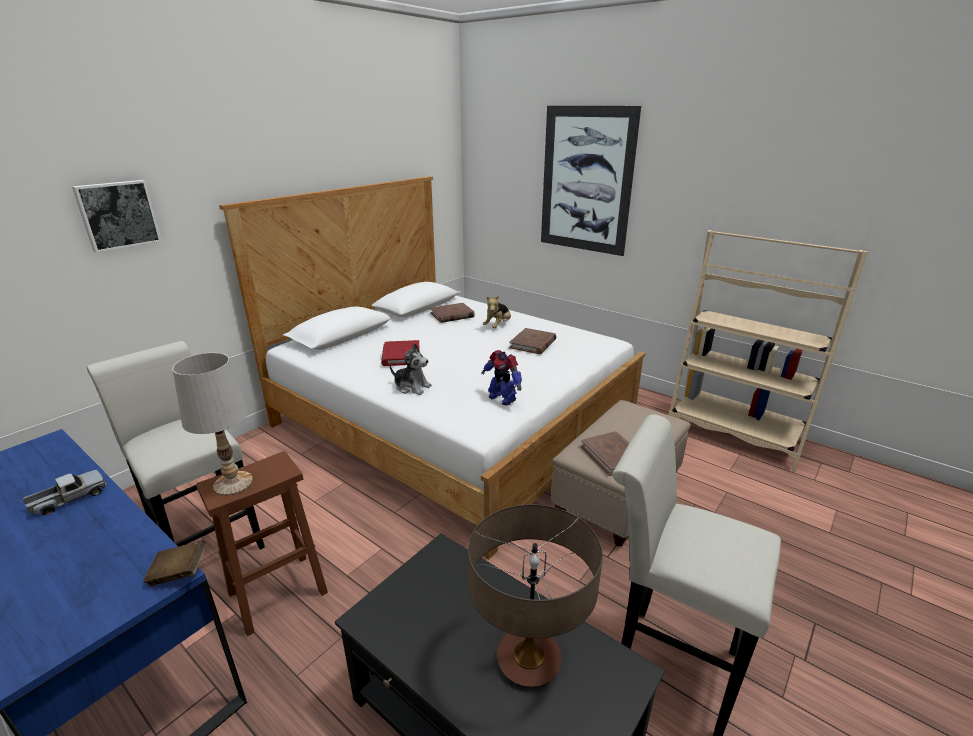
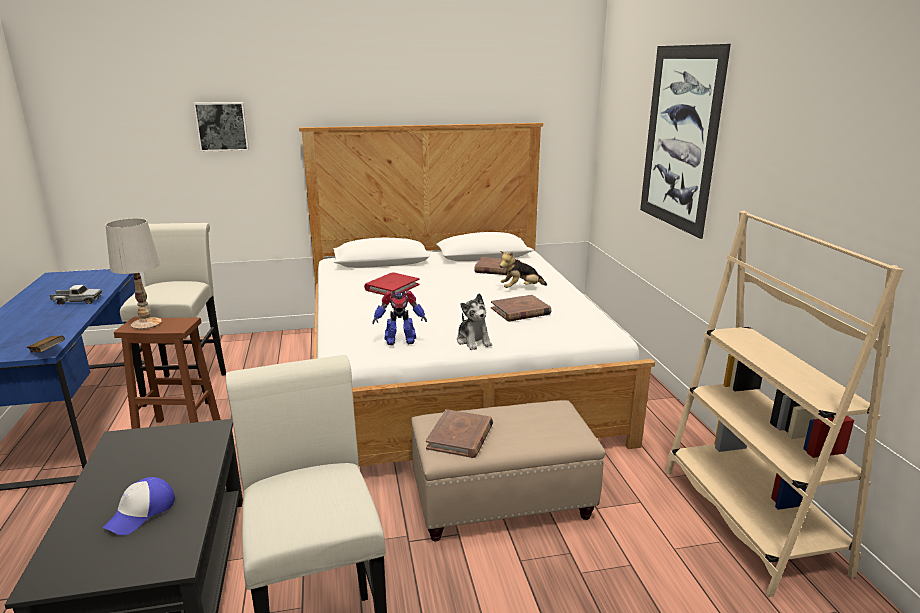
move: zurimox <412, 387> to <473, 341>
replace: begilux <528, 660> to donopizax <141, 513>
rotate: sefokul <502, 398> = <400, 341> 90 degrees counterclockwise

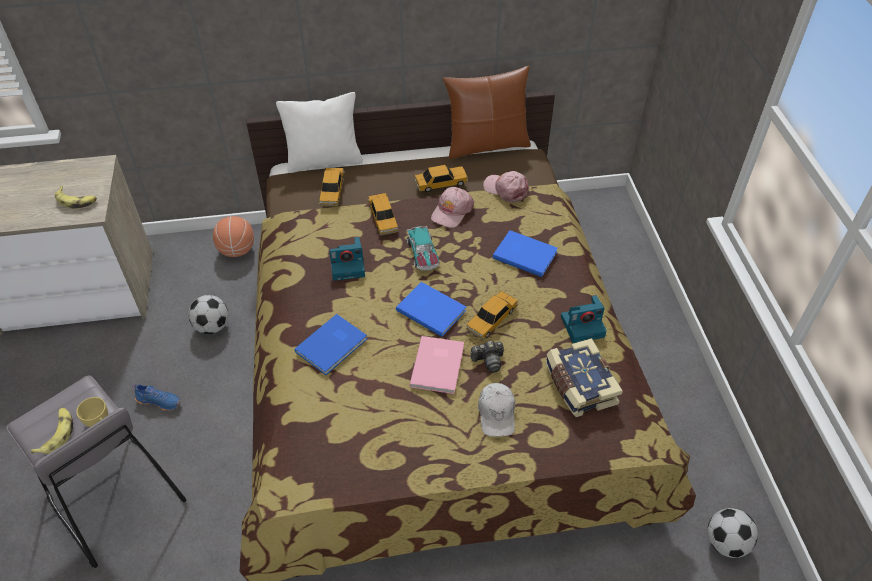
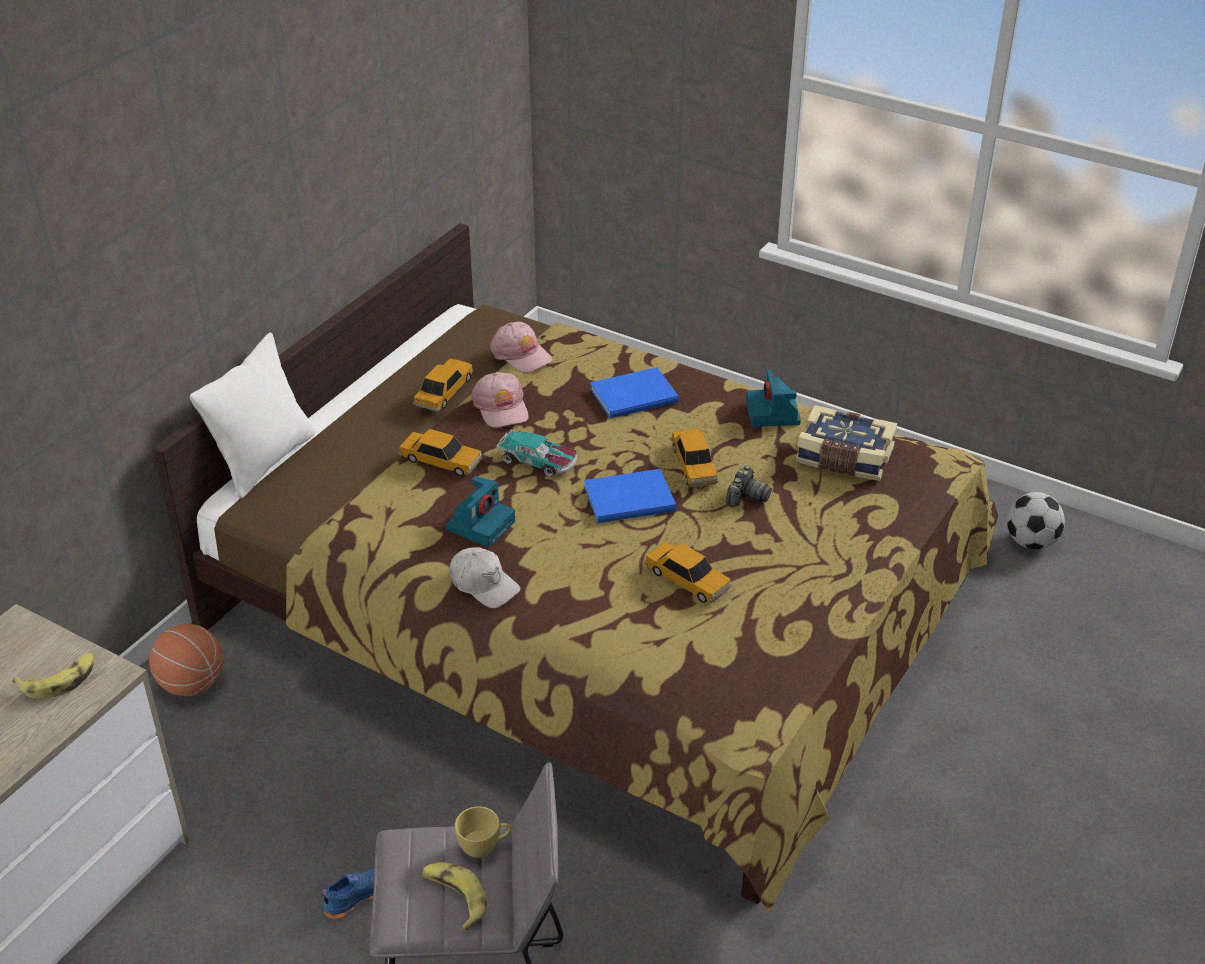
delete: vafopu <212, 326>; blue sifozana <333, 345>; pink sifozana <439, 365>; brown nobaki <486, 145>
move: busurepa <332, 191> to <687, 580>; white donopizax <497, 413> to <484, 585>
rotate: pink donopizax <506, 189> = <521, 354> 120 degrees counterclockwise; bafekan <583, 325> = <773, 414> 150 degrees clockwise

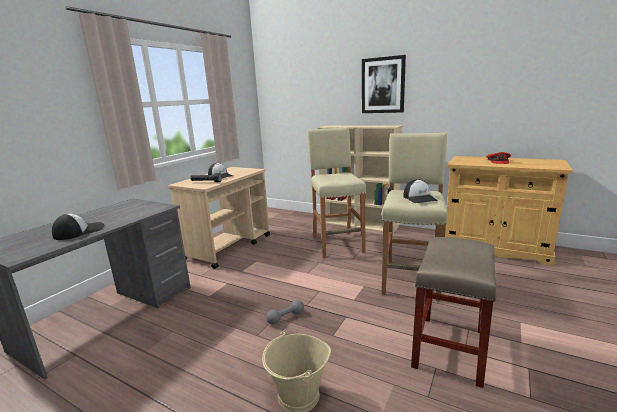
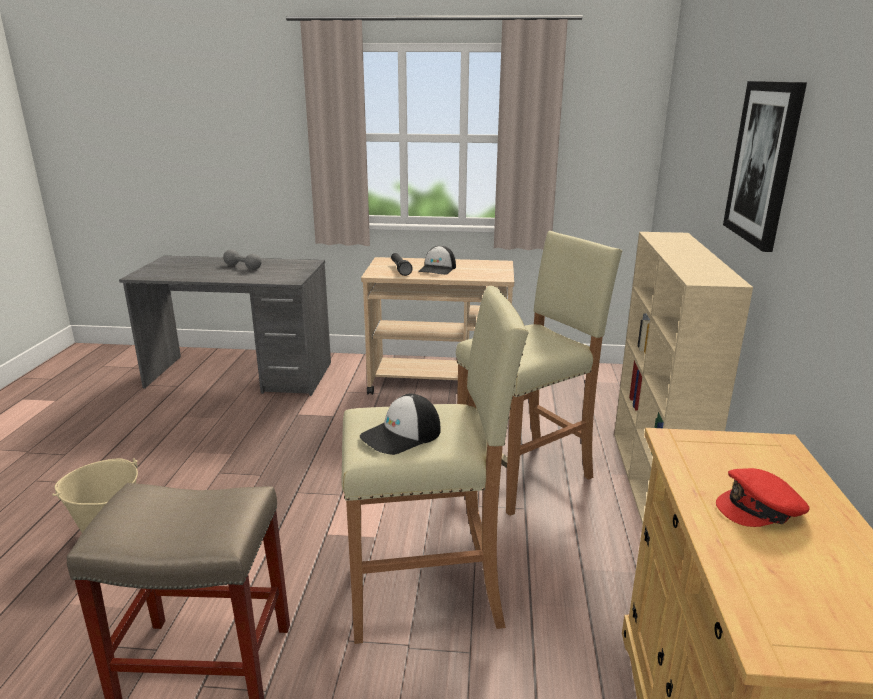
delete: donopizax <79, 231>
move: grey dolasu <285, 317> to <243, 267>

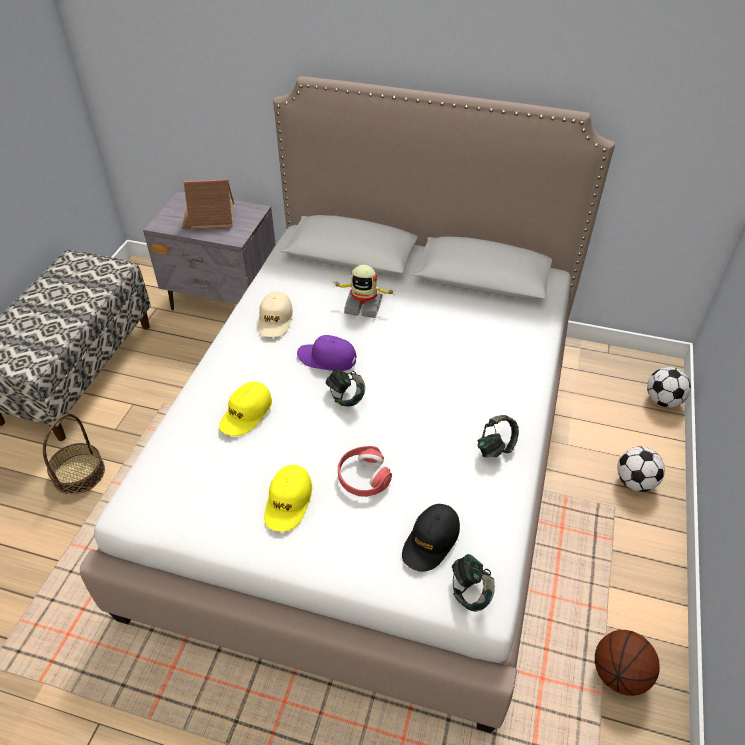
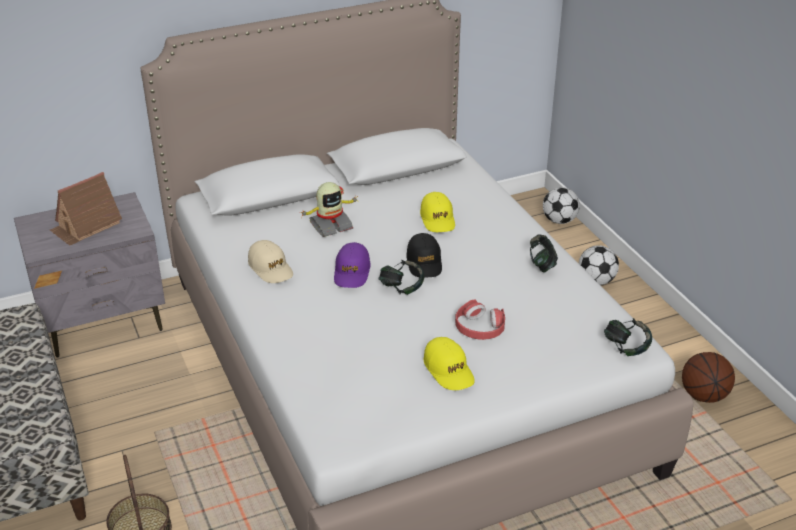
move: yellow donopizax <246, 414> to <438, 219>; black donopizax <431, 541> to <424, 262>
rotate: purple donopizax <327, 358> = <352, 272> 60 degrees counterclockwise

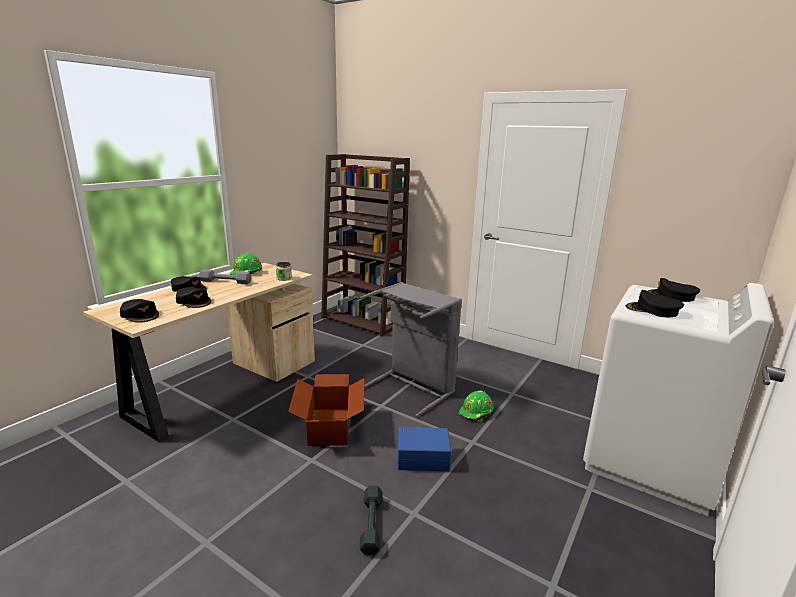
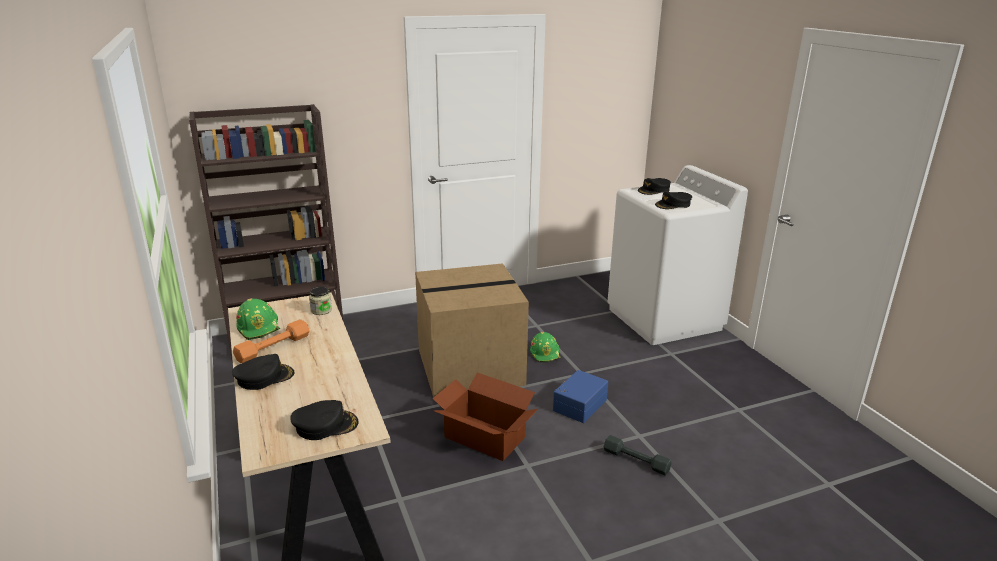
delete: black donopizax <194, 301>
replace: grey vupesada <413, 387> to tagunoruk <471, 366>
recolor: grey dolasu <225, 281> to orange dolasu <273, 348>

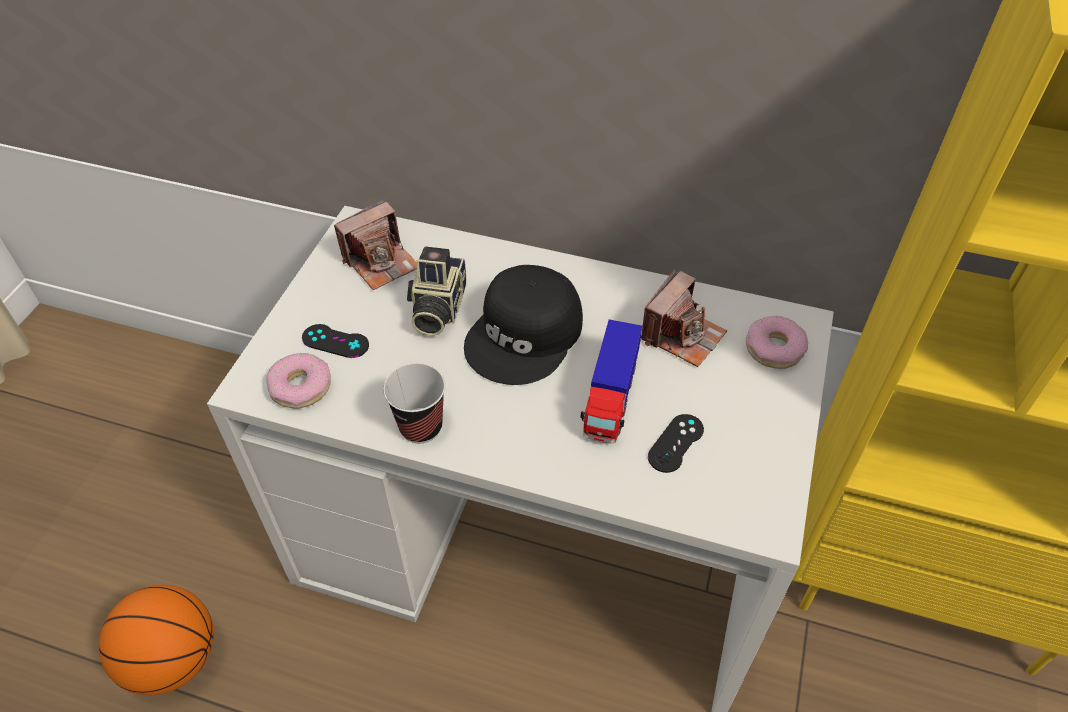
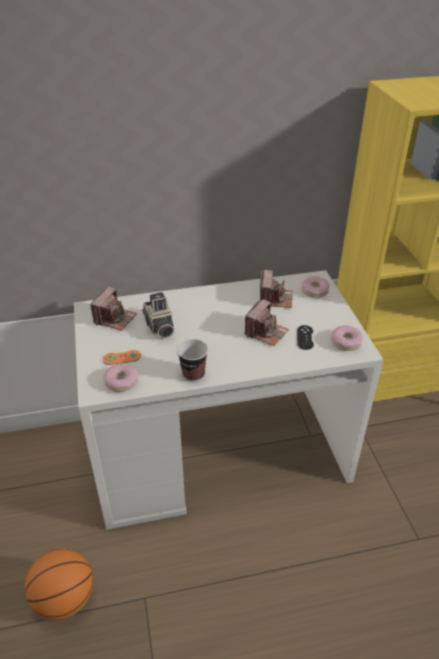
delete: black donopizax <526, 335>
insert: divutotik <346, 342>
replace: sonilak <610, 399> to bafekan <266, 332>
recolor: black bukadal <335, 341> to orange bukadal <121, 357>

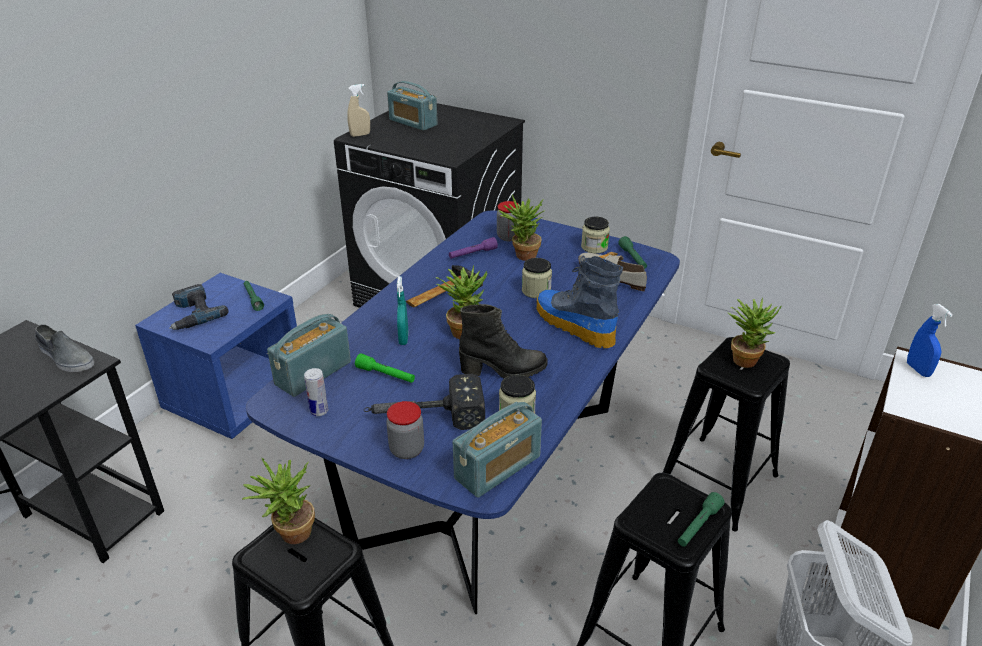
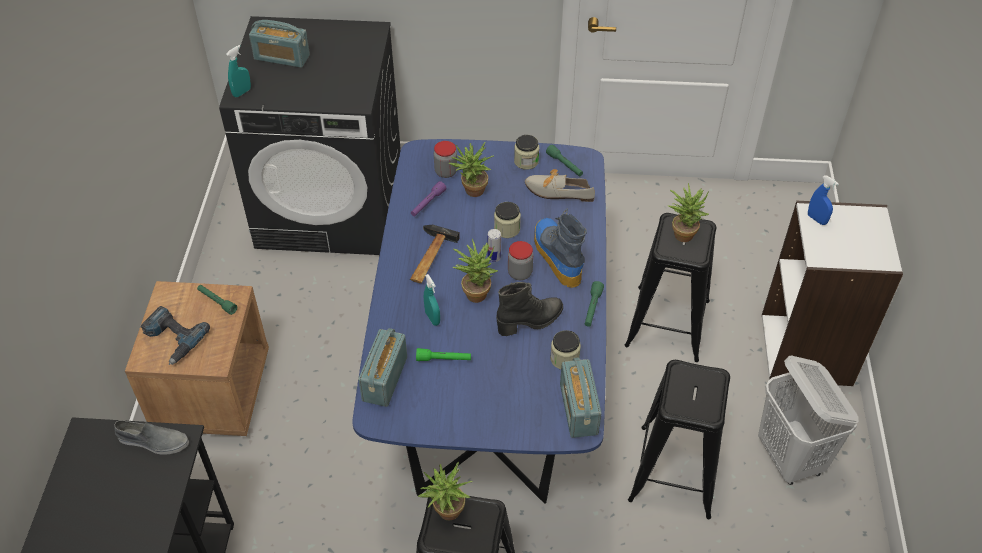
delete: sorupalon <424, 417>
move: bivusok <319, 411> to <494, 257>; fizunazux <407, 450> to <520, 273>; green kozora <698, 526> to <592, 308>
recolor: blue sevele <236, 397> to brown sevele <212, 391>; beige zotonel <360, 135> to turquoise zotonel <242, 92>
rotate: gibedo <497, 467> = <578, 409> 150 degrees clockwise; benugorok <573, 325> = <556, 256> 45 degrees clockwise

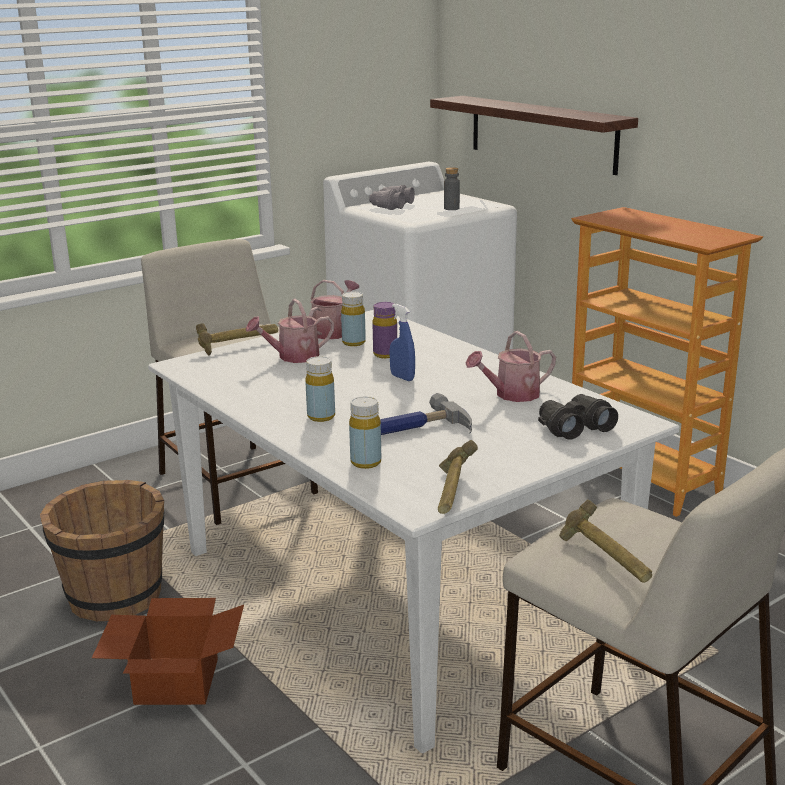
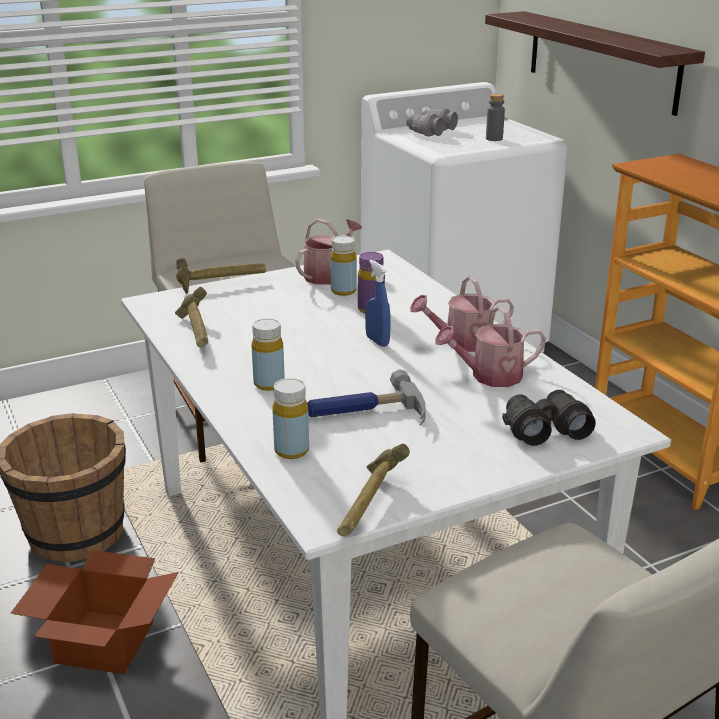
move: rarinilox <293, 357> to <461, 342>; sorupalon <606, 562> to <196, 334>

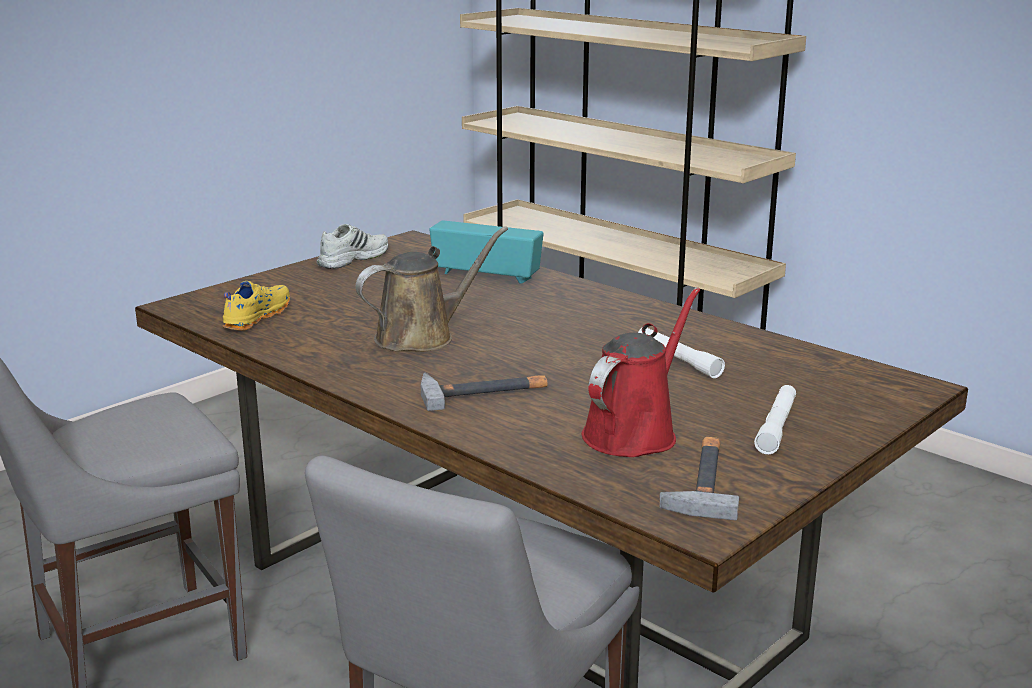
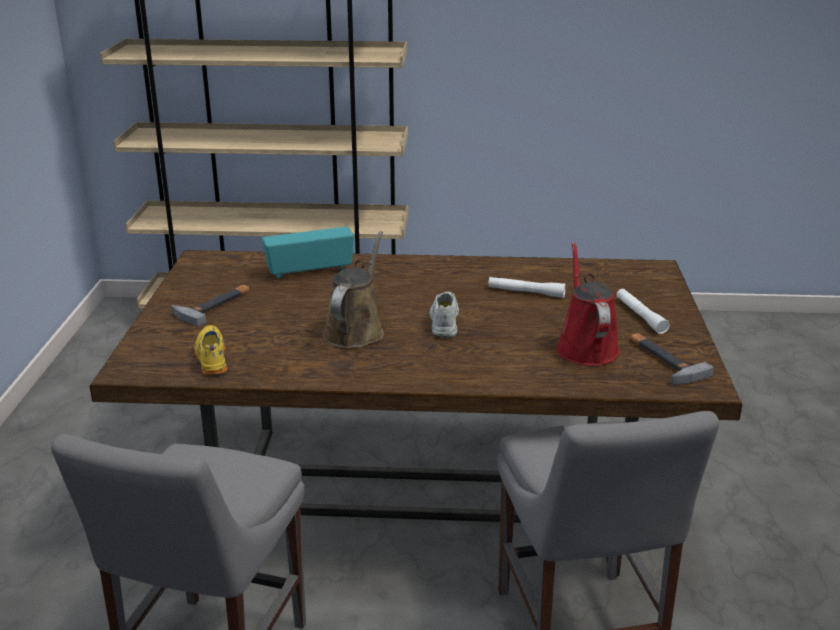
move: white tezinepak <352, 258> to <443, 321>; sorupalon <483, 392> to <214, 305>

